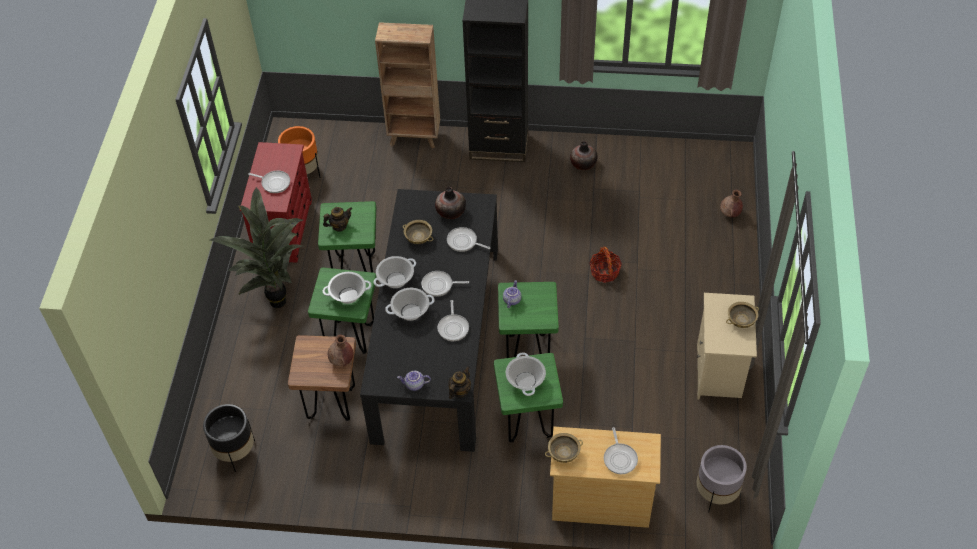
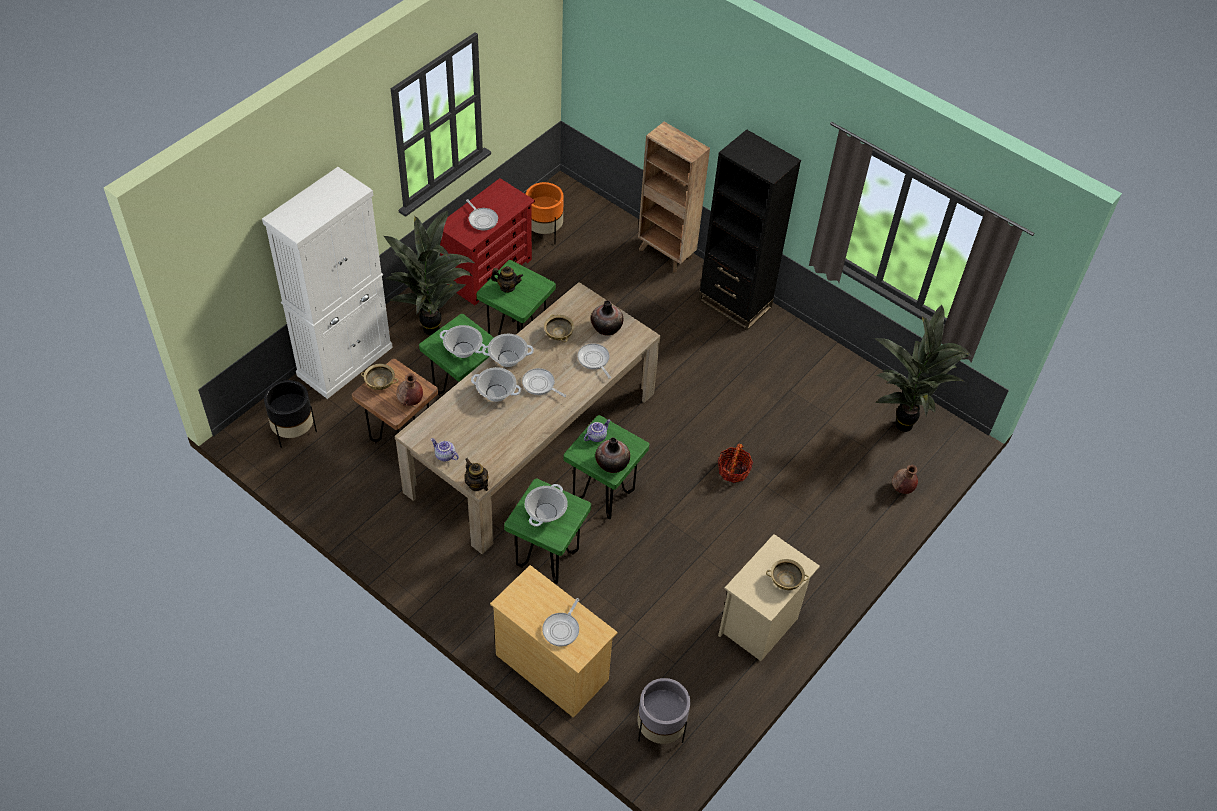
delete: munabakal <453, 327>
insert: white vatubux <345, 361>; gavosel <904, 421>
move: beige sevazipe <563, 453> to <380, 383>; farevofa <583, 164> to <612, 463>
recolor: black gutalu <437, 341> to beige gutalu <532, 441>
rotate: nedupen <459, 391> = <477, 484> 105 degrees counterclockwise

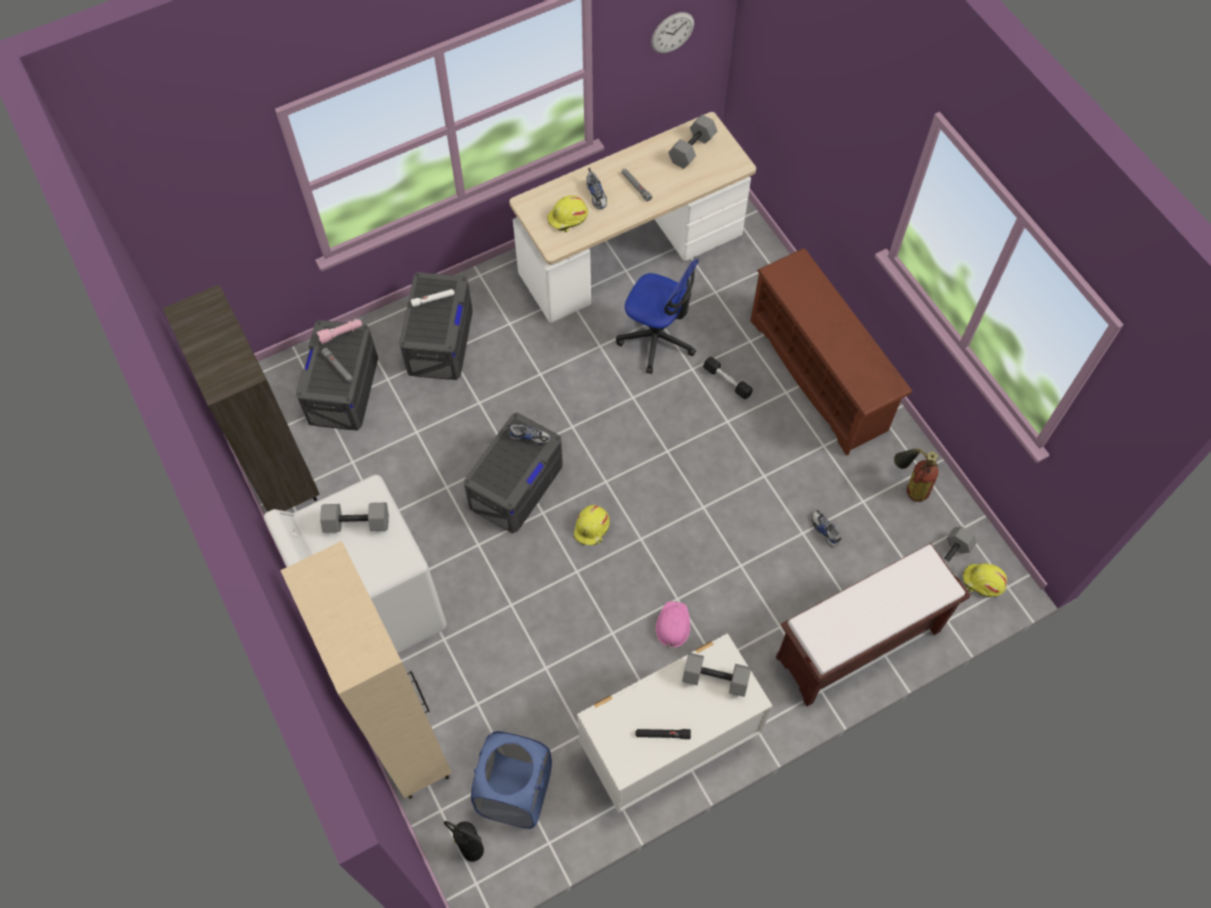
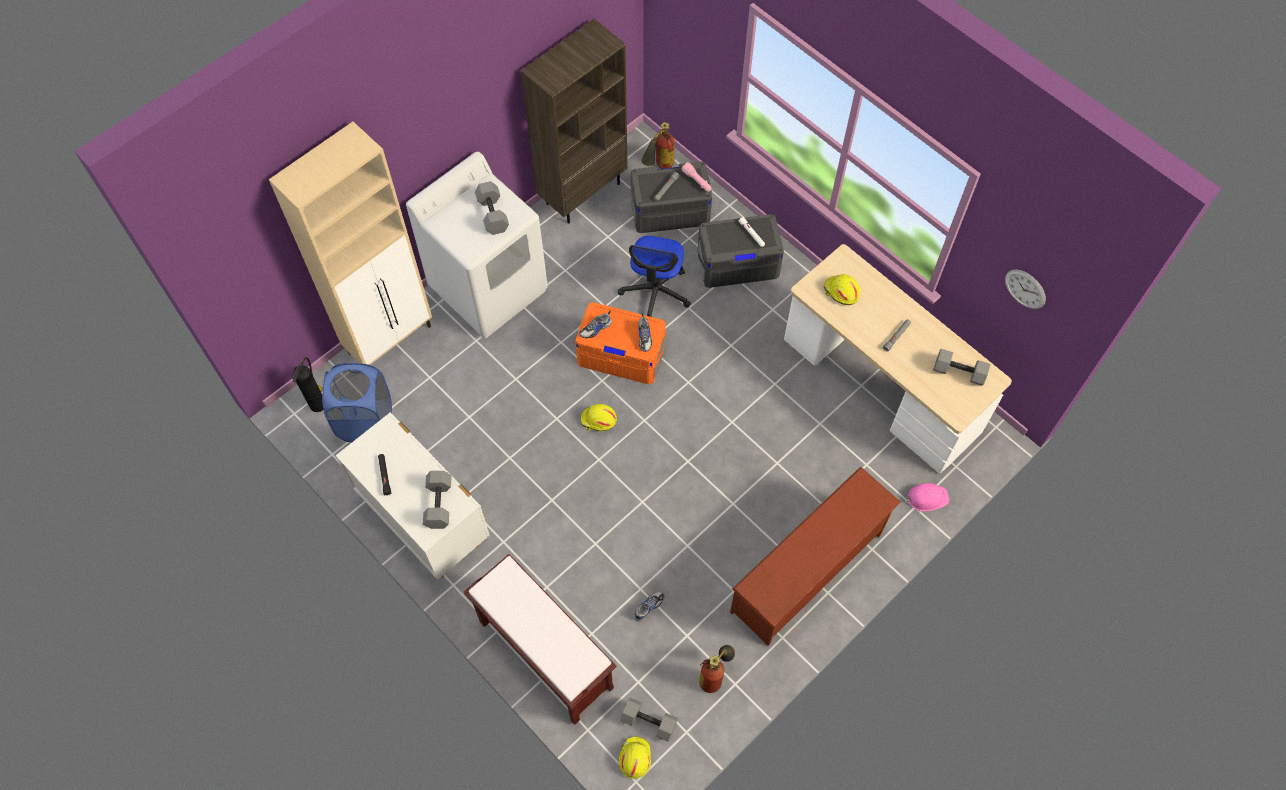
delete: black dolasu <727, 381>
insert: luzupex <659, 167>
move: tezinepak <596, 195> to <595, 329>; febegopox <657, 338> to <655, 291>; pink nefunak <673, 625> to <927, 497>
recolor: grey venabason <516, 485> to orange venabason <621, 355>

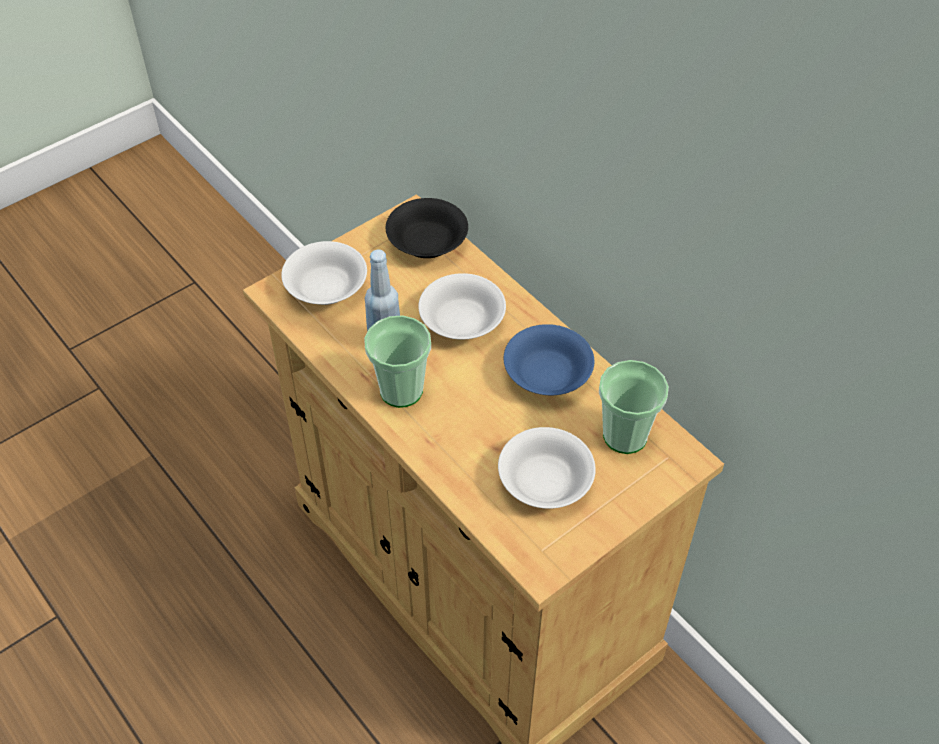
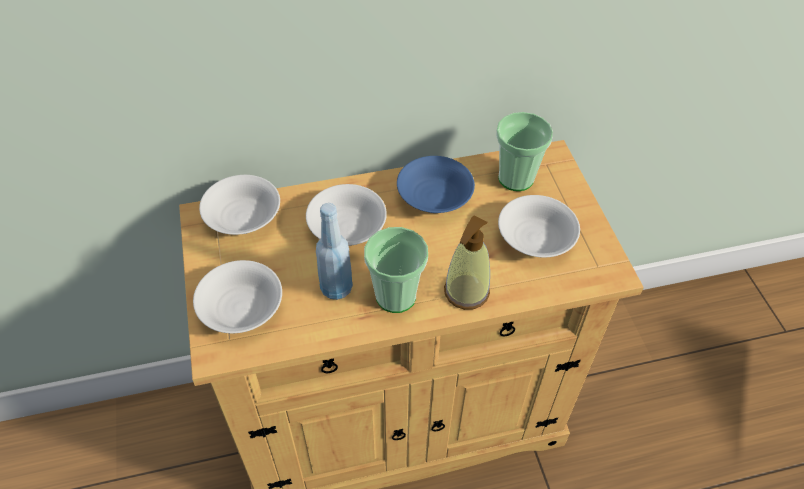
insert: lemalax <466, 292>
recolor: black sevazipe <427, 242> to white sevazipe <242, 218>

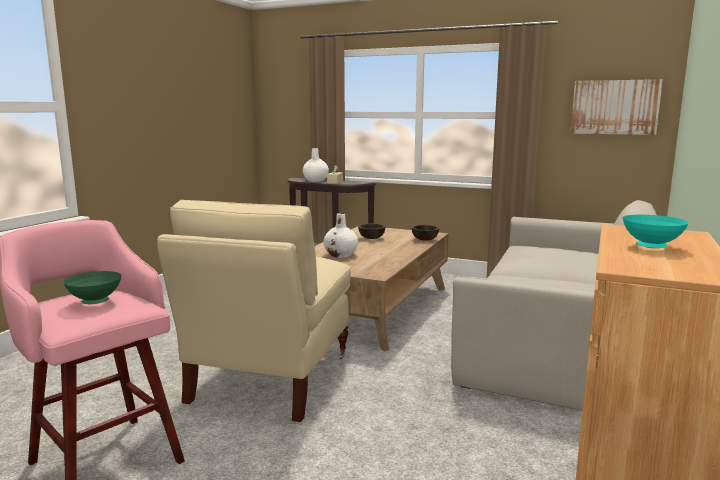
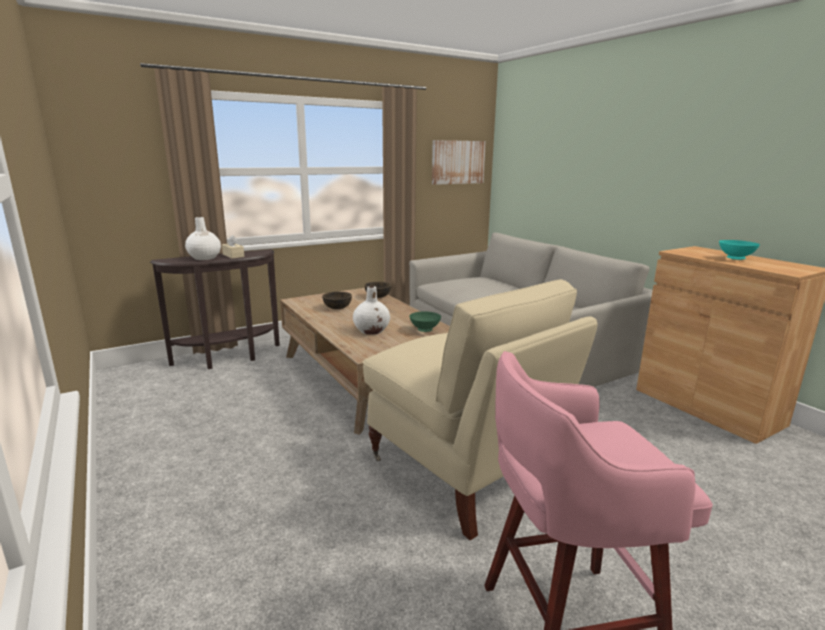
move: green sevazipe <94, 302> to <424, 330>

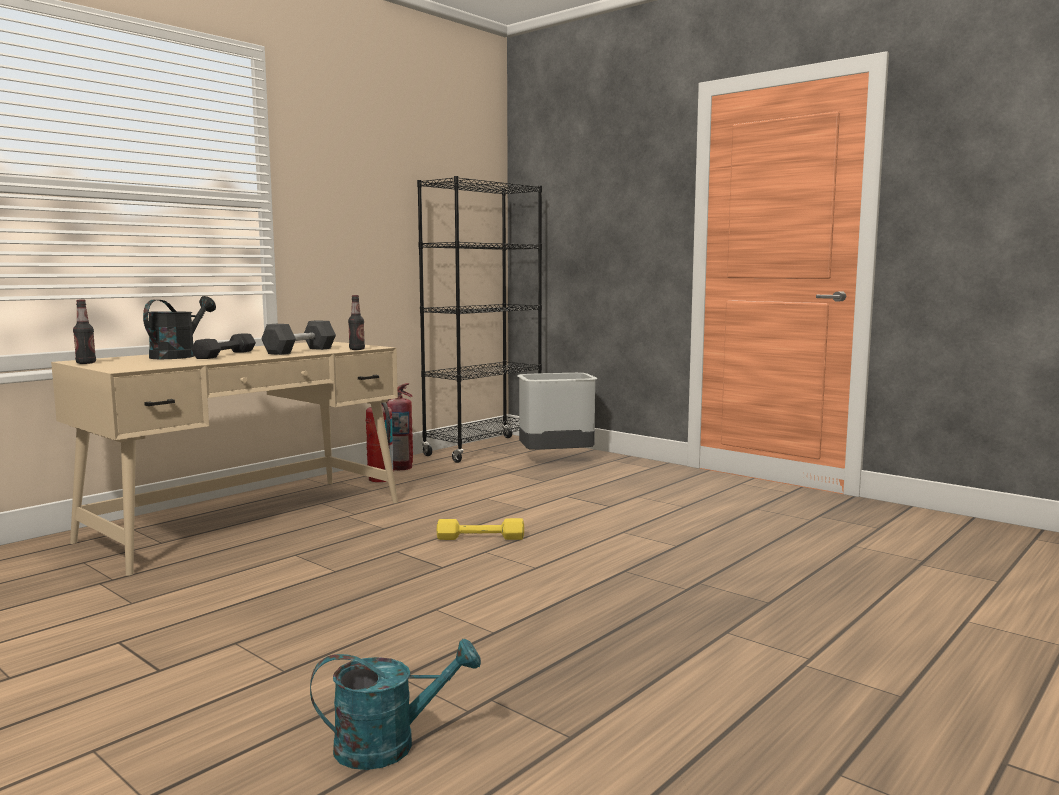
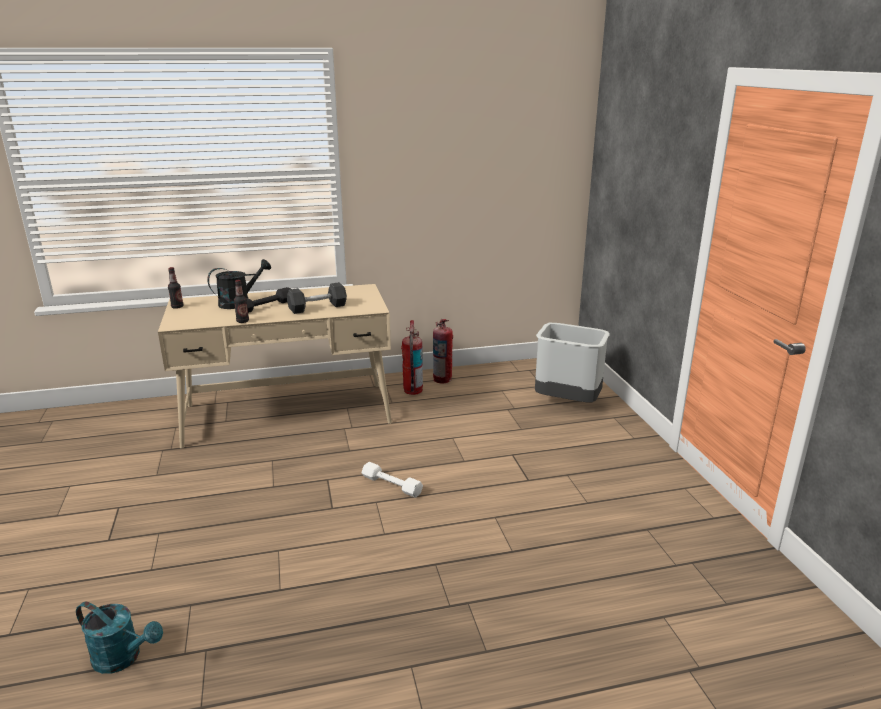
delete: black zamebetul <484, 449>
move: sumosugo <357, 349> to <242, 321>
recolor: yellow dolasu <480, 538> to white dolasu <391, 485>

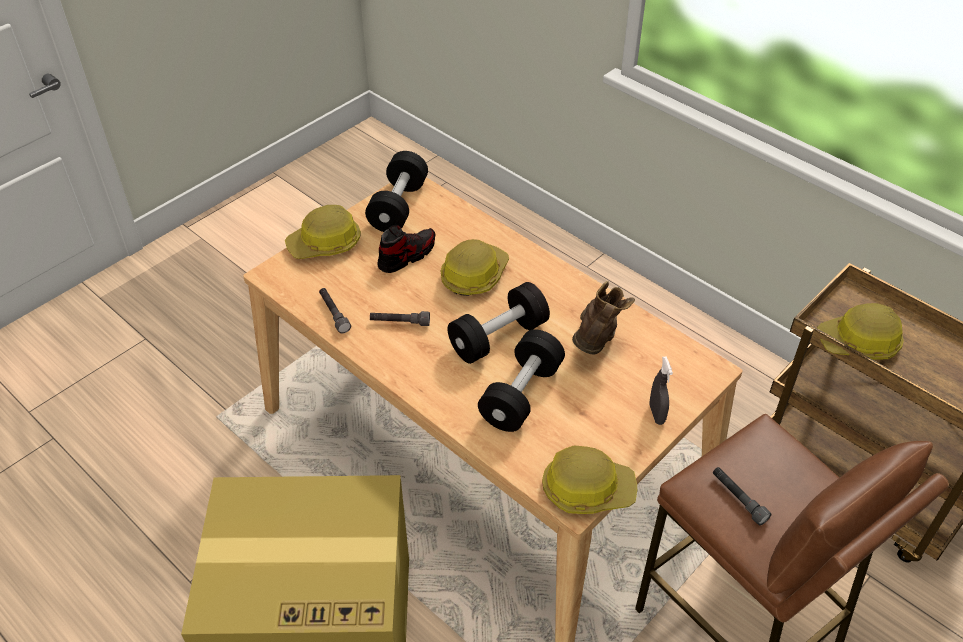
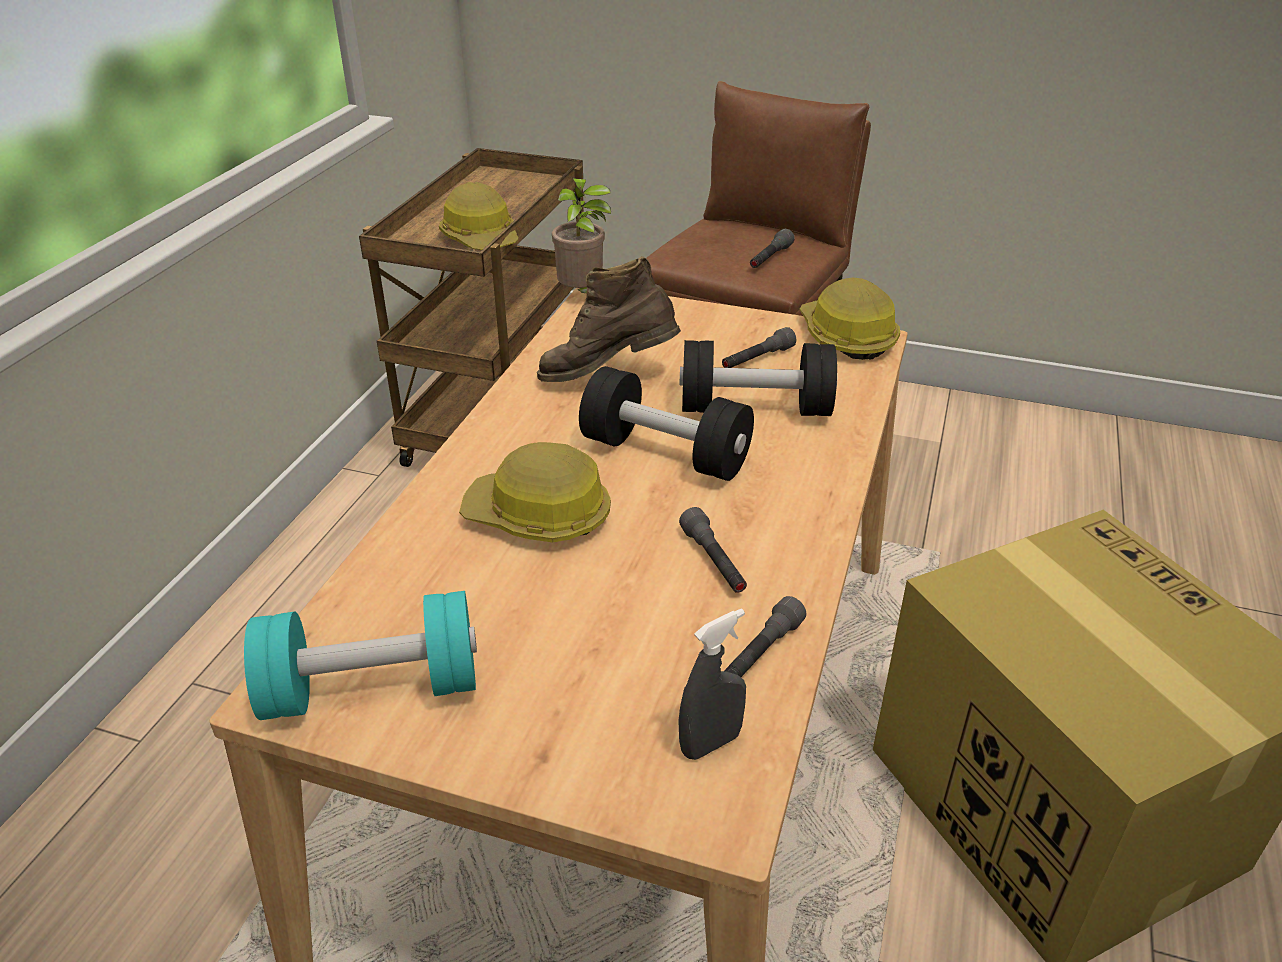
delete: nefunak <325, 244>; tezinepak <407, 256>
insert: gavosel <583, 297>; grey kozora <757, 360>
move: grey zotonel <656, 414> to <710, 743>
recolor: black dolasu <398, 206> to turquoise dolasu <372, 689>

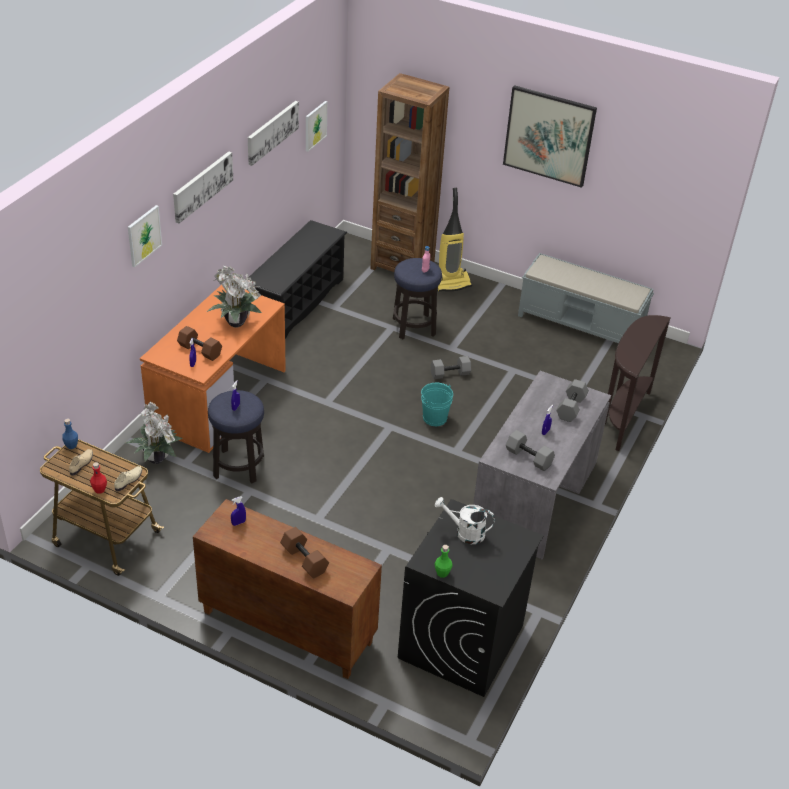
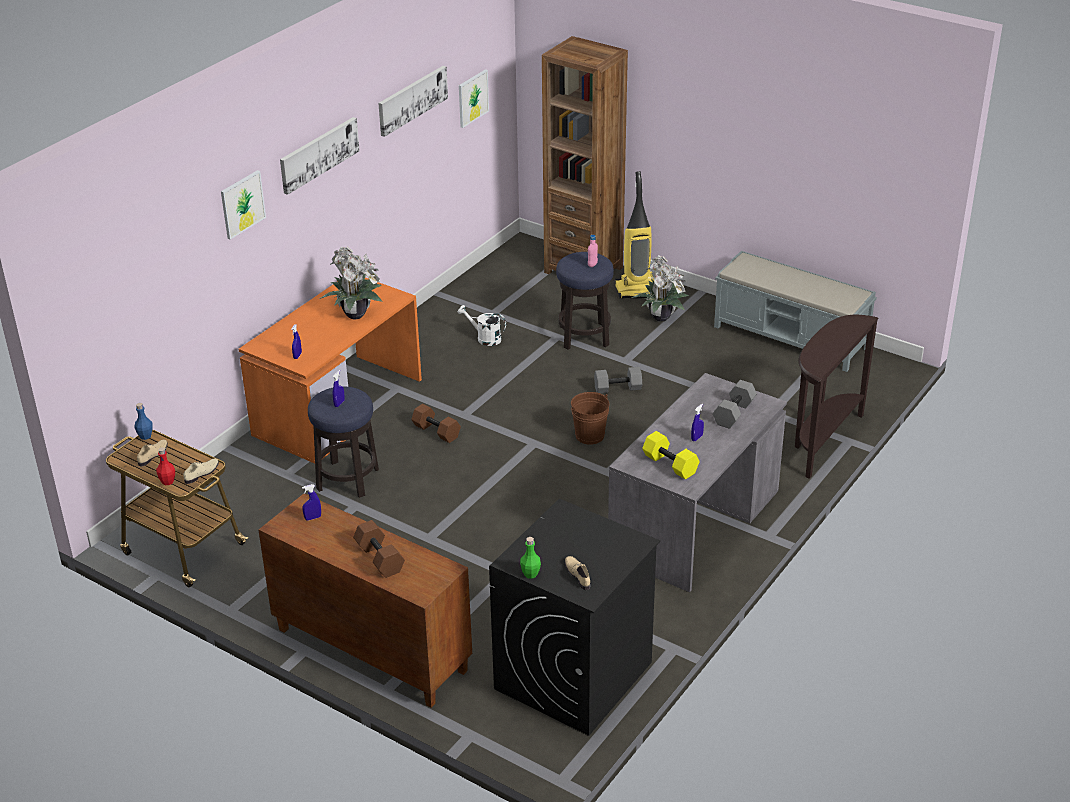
delete: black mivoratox <296, 303>; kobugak <549, 136>
insert: beige tezinepak <578, 574>
move: gavosel <157, 458> to <660, 316>; brown dolasu <199, 350> to <435, 431>; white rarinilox <465, 533> to <484, 338>
recolor: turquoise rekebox <435, 418> to brown rekebox <590, 435>; grey dolasu <529, 457> to yellow dolasu <671, 464>

